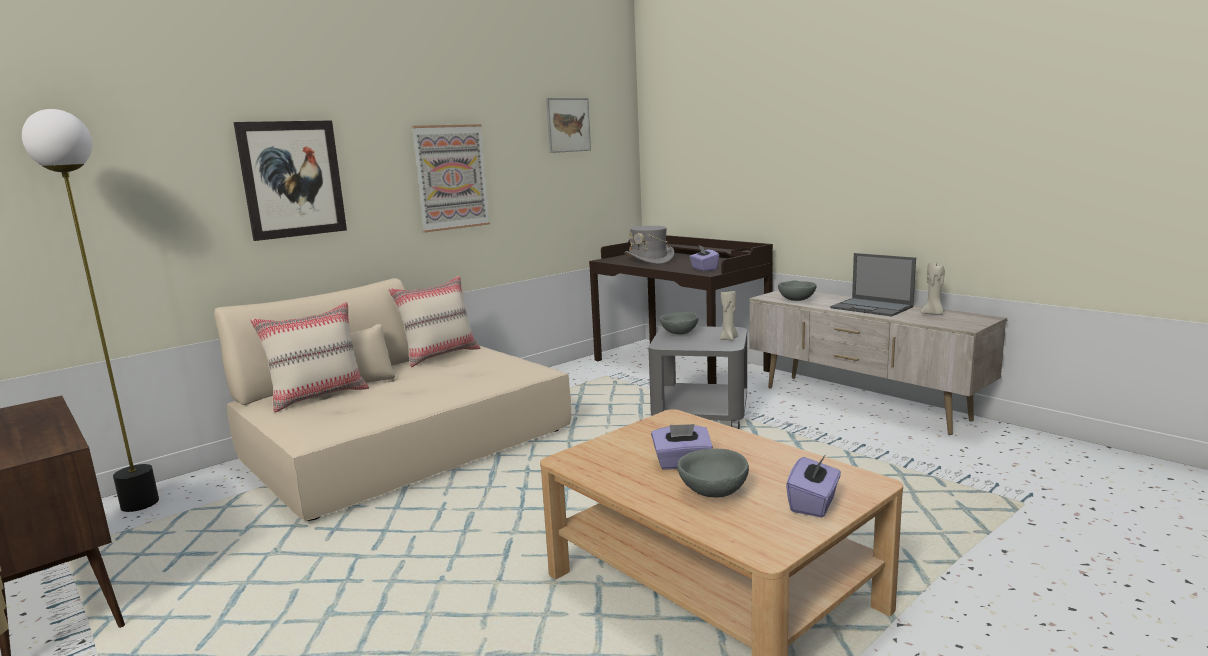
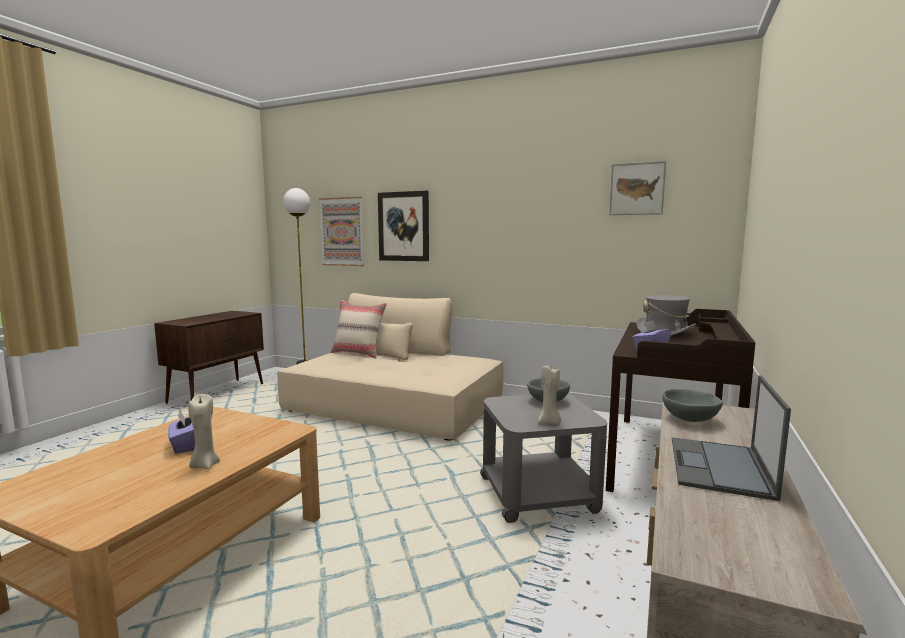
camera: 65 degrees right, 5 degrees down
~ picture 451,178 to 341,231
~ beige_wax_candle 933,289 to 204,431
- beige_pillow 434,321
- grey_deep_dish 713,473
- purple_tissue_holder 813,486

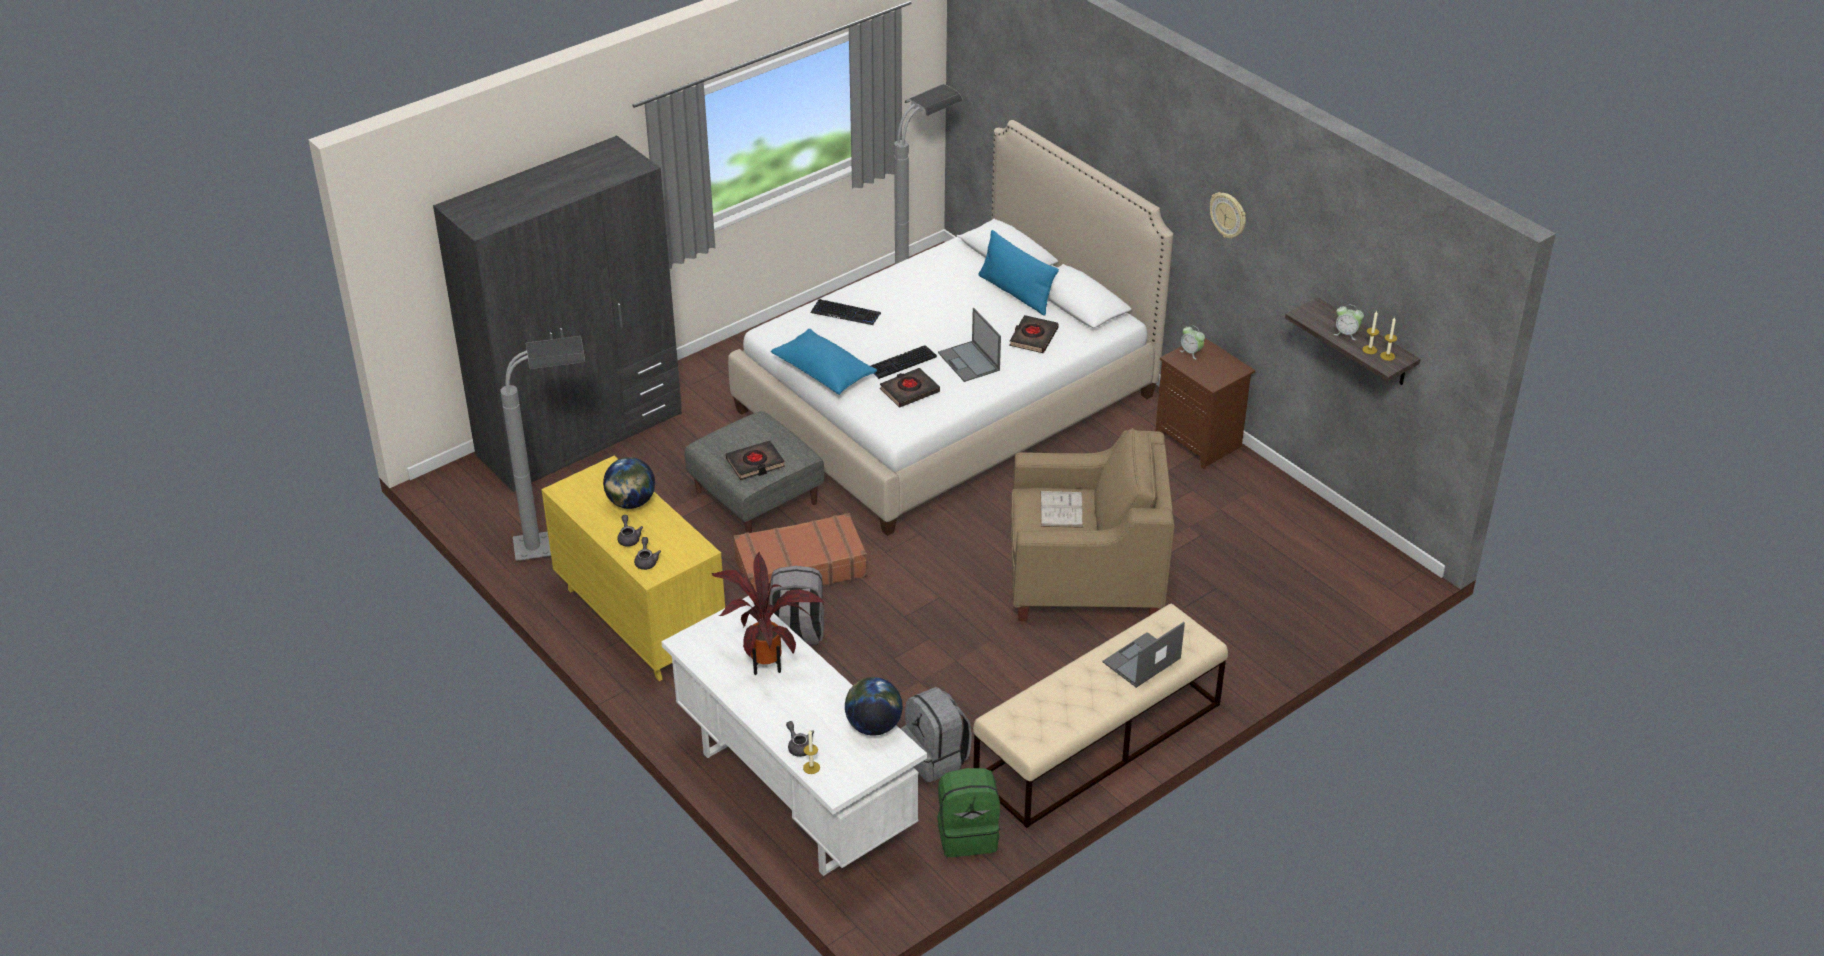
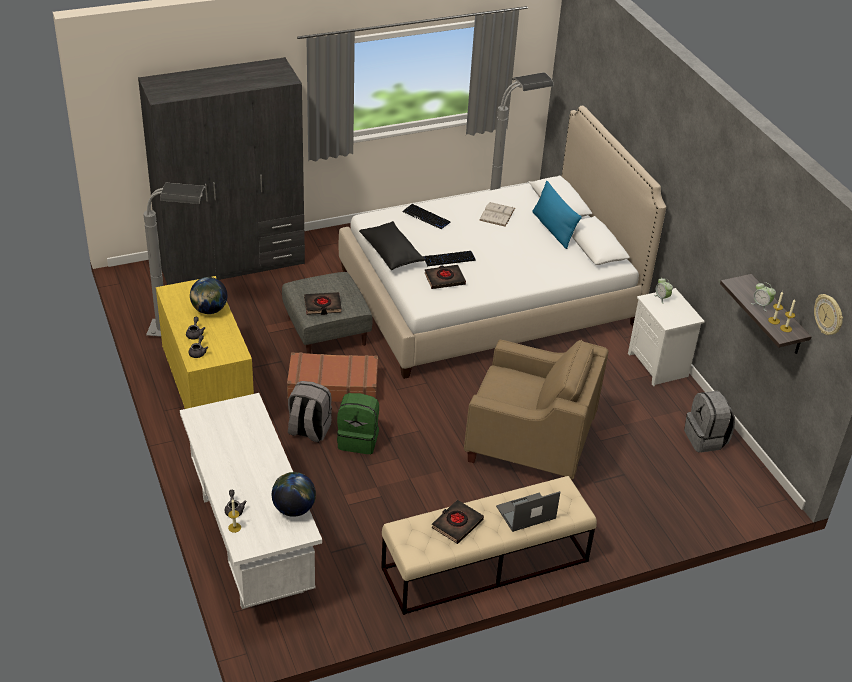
camera: 15 degrees right, 0 degrees up
~ hanging_clock 1228,215 to 828,314
- notebook_computer 969,345
~ black-coloured_book 1034,334 to 457,522
~ blue-coloured_pillow 824,362 to black-coloured_pillow 392,245
~ brownish_bedside_table 1205,403 to white-coloured_bedside_table 666,337
~ white-coloured_book 1061,509 to 497,214
- potted_plant 768,613
~ grey_backpack 936,734 to 709,421
~ green-coloured_backpack 968,812 to 358,423

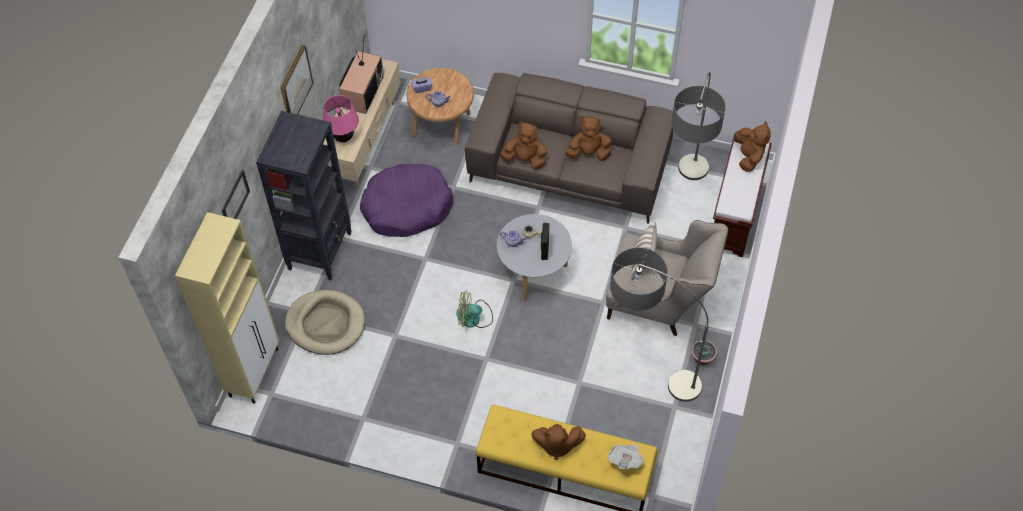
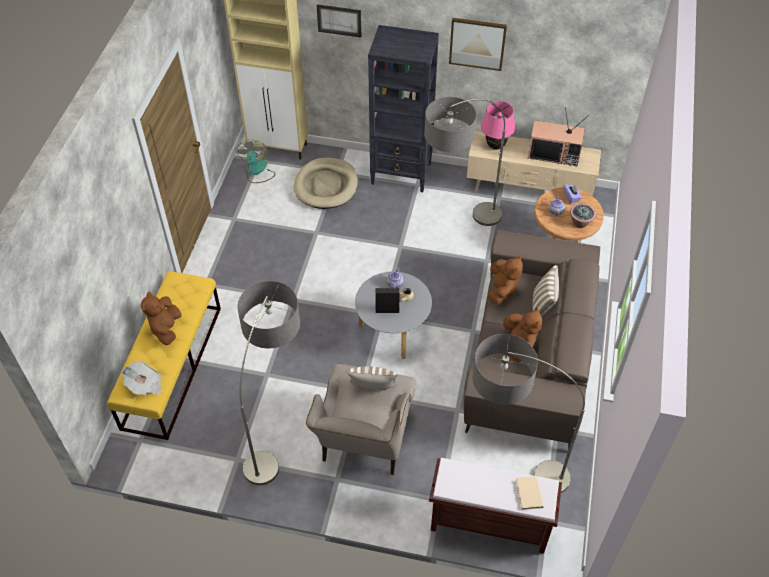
camera: 85 degrees right, 5 degrees down
~ brownish_soft_toy 752,146 to beige_book 529,493
~ purple_pet_bed 406,200 to floor_lamp 465,161
~ cooling_fan 474,309 to 255,161
~ potted_plant 704,352 to 583,215
+ pillow 546,291

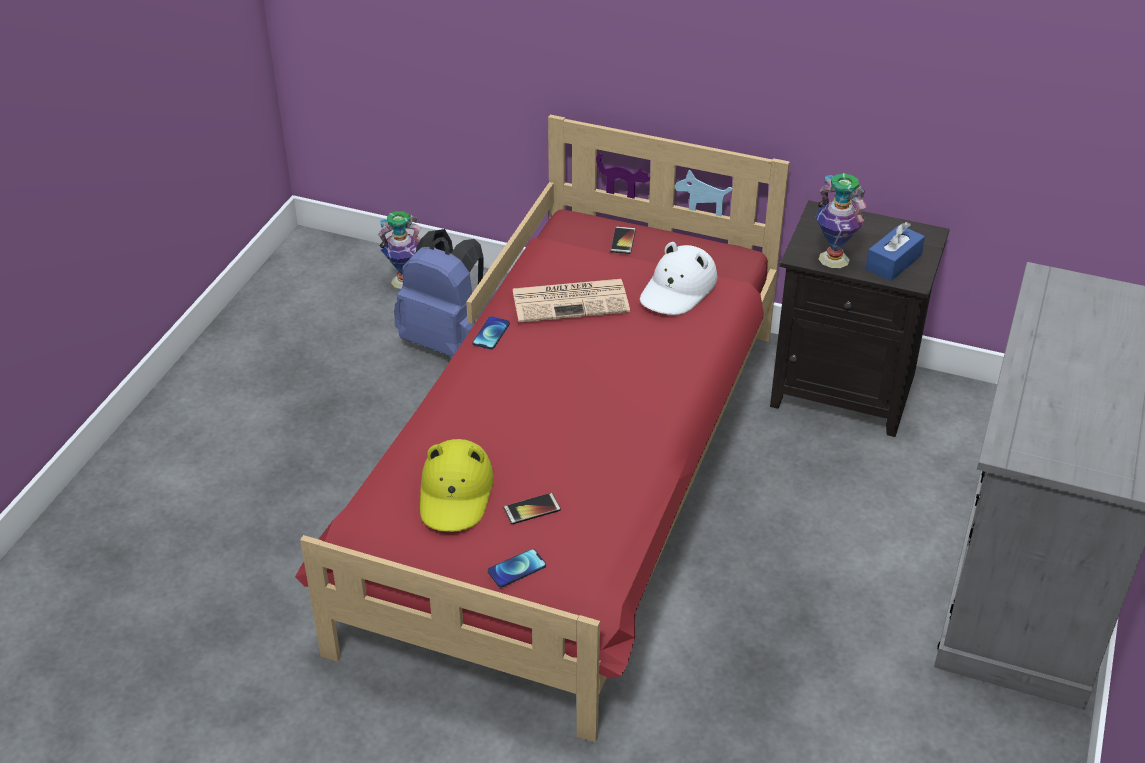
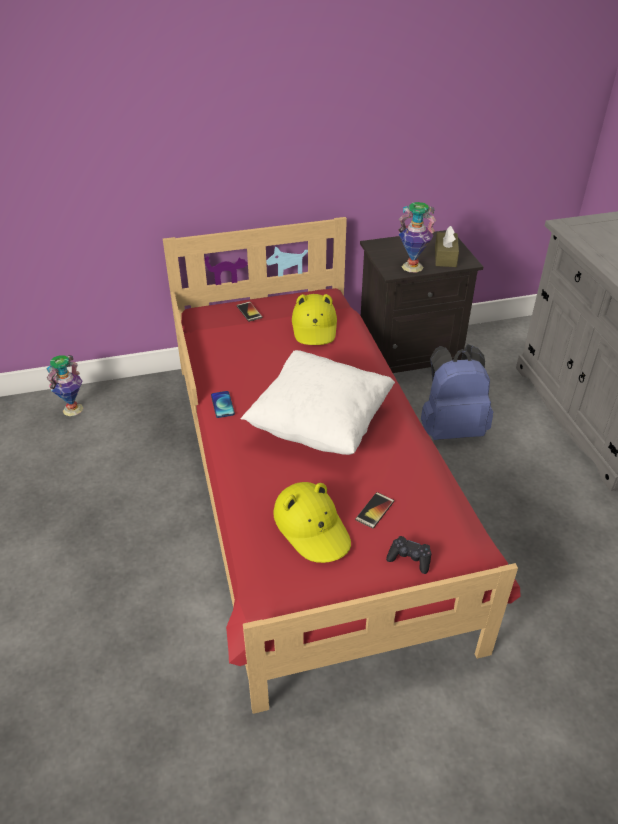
camera: 35 degrees left, 0 degrees up
~ blue-coloured_tissue_holder 895,251 to brownish_tissue_holder 447,246
~ blue-coloured_backpack 439,293 to 457,392
~ white-coloured_clothing_hat 678,278 to yellow_clothing_hat 314,319
- printed_paper 571,300
~ telephone 517,568 to black-coloured_game_controller 408,555
+ white-coloured_pillow 318,402

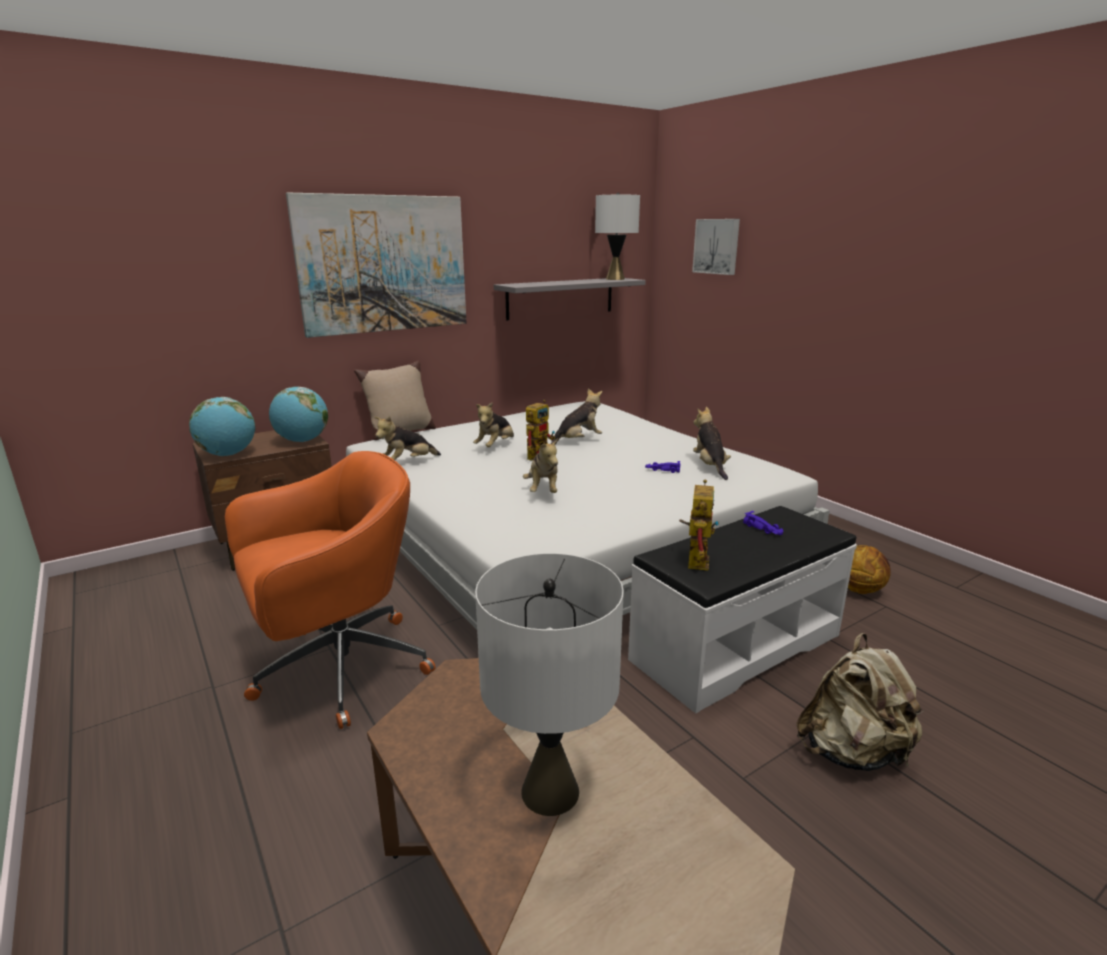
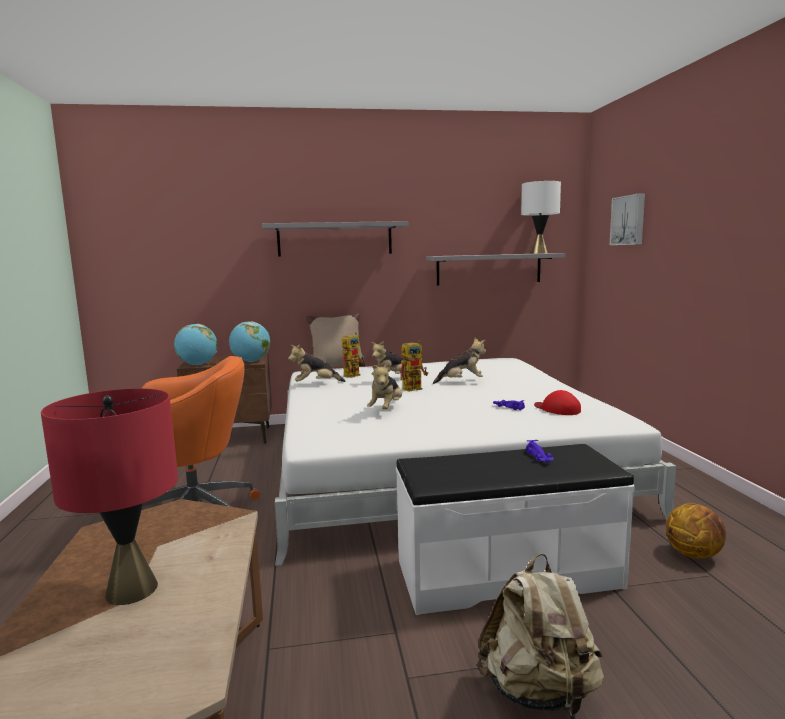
camera: 25 degrees right, 10 degrees down
~ picture 376,265 to grey_bracket_shelf 335,238
~ soft_toy 712,443 to red_cap 557,402
~ model_robot 698,525 to 353,355
~ white-coloured_lamp_for_a_table 549,684 to red_lamp_for_a_table 109,496

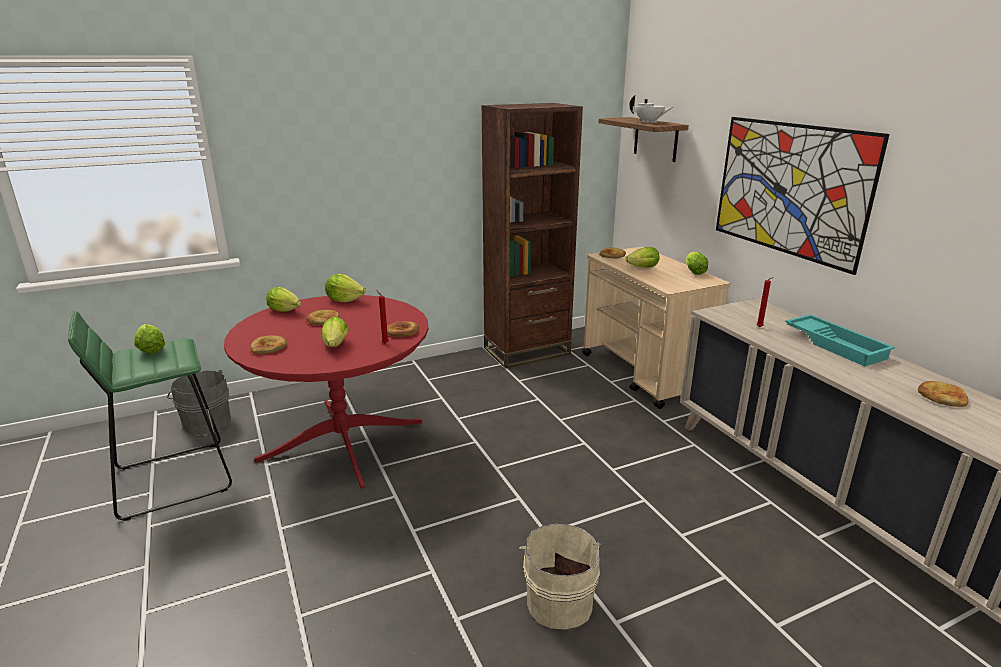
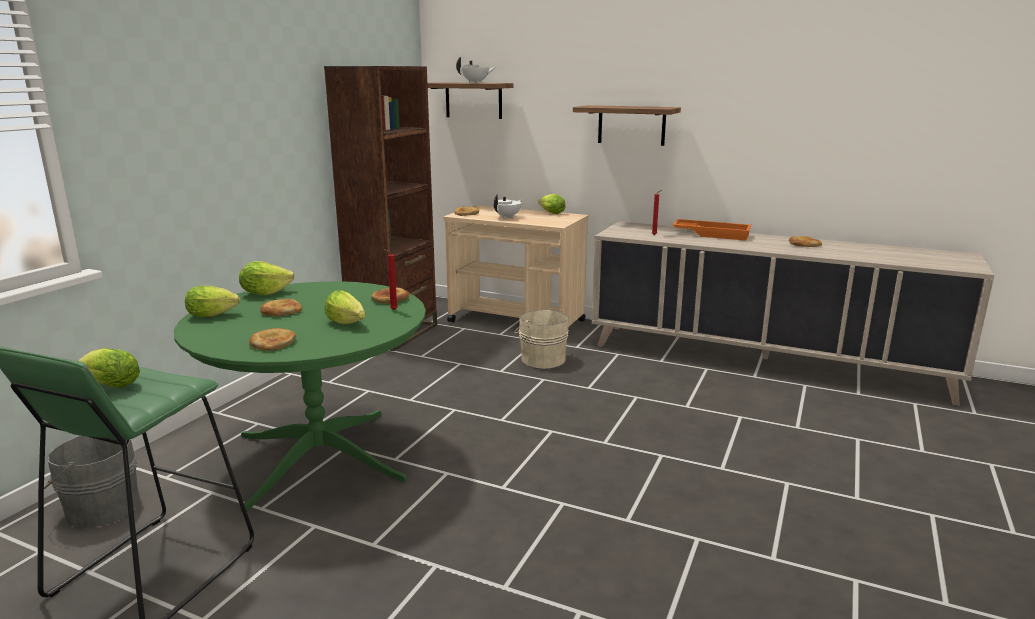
camera: 40 degrees left, 5 degrees down
~ picture 803,196 to bracket_shelf 627,125
~ lettuce_head 642,257 to white-coloured_pot_for_tea 507,206
~ red_dinner_table 326,392 to green-coloured_dinner_table 300,396
~ blue-green_carrying_tray 840,340 to orange-coloured_carrying_tray 712,230
~ beige_water_bucket 560,576 to 541,339

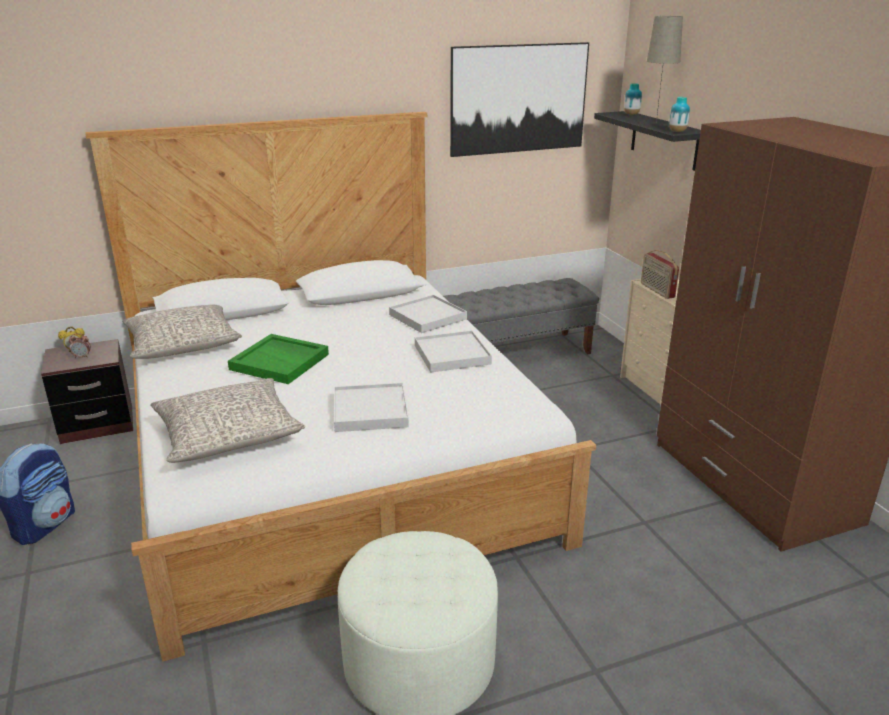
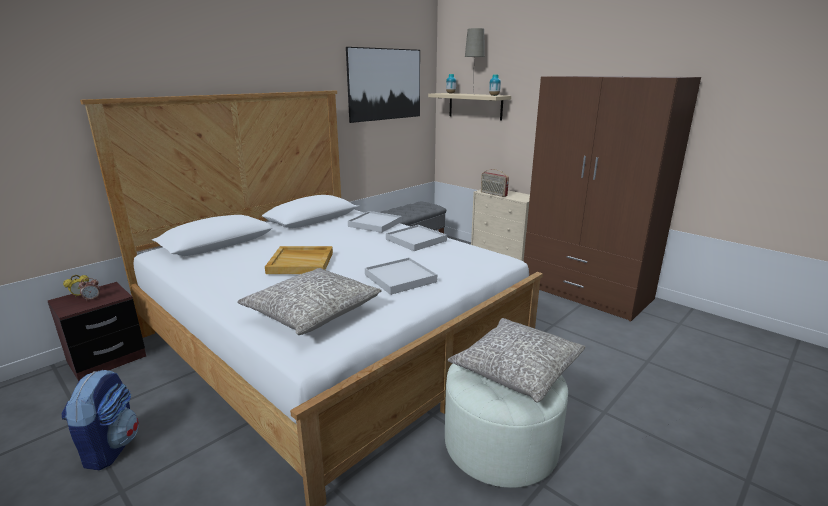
camera: 25 degrees left, 5 degrees down
~ black-coloured_bracket_shelf 647,141 to beige_bracket_shelf 469,107
~ grey_pillow 182,332 to 516,360
~ green-coloured_carrying_tray 278,359 to beige_carrying_tray 299,260

